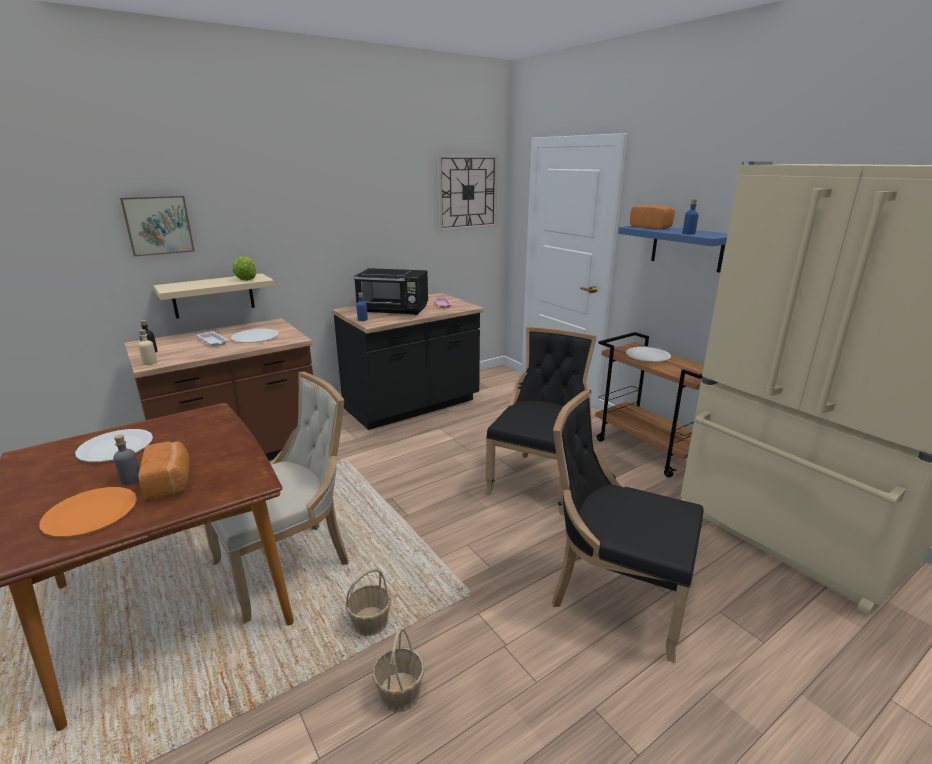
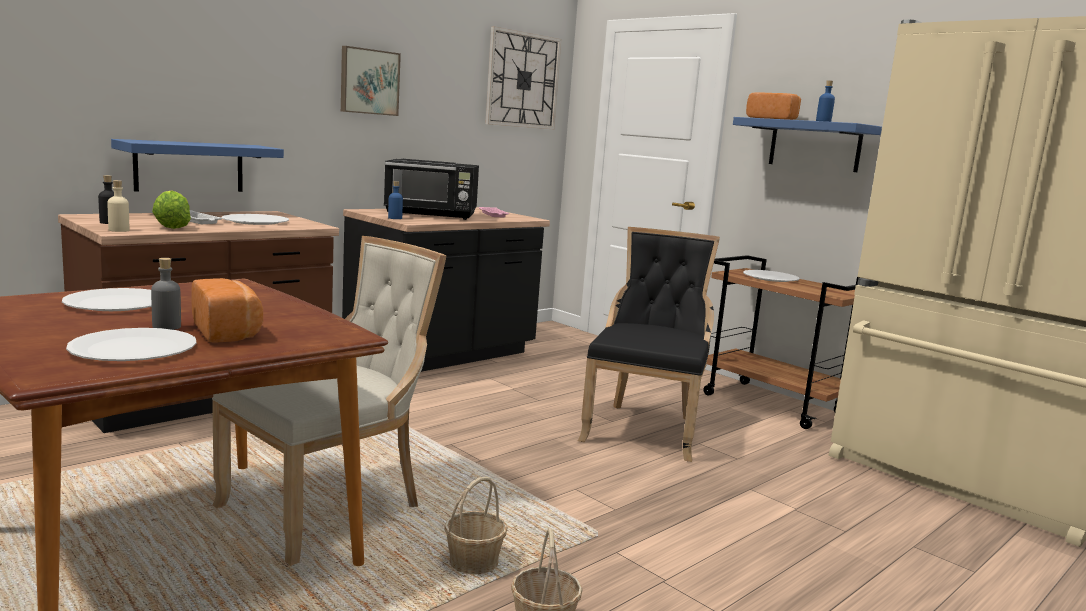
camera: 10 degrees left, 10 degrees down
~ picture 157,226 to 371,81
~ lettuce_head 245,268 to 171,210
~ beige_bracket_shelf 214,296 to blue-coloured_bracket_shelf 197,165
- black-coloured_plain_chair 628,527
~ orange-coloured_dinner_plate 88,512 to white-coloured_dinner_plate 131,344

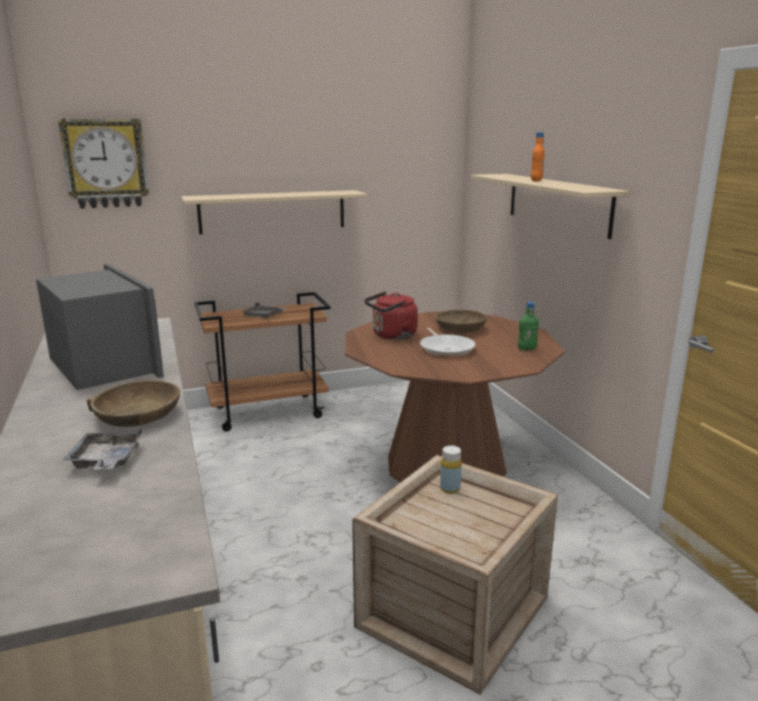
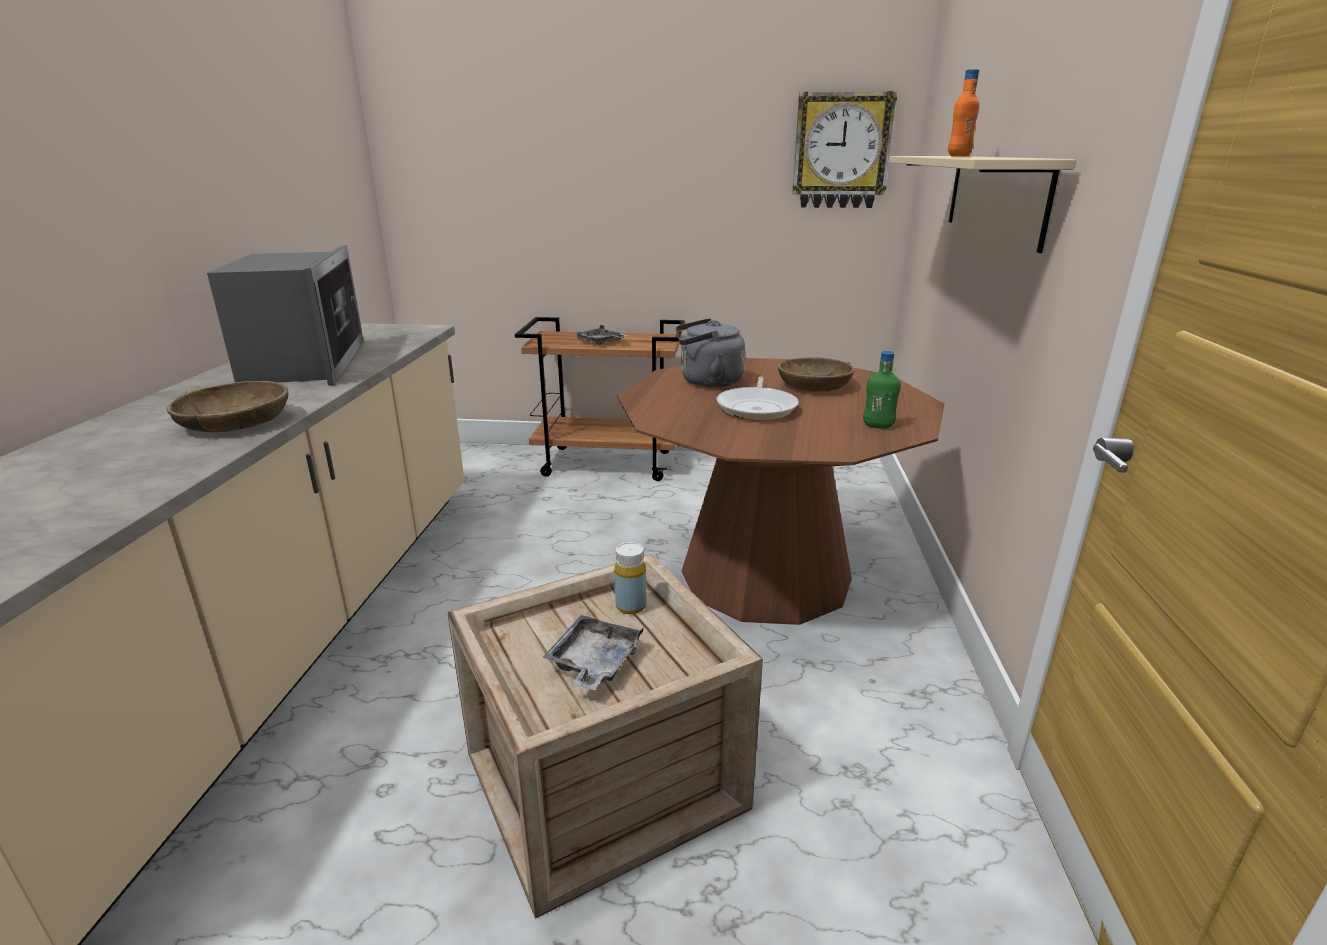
camera: 25 degrees right, 5 degrees up
~ hanging_clock 103,164 to 844,149
- beige_bracket_shelf 274,212
~ red_kettle 391,315 to grey_kettle 710,352
~ grey_carrying_tray 102,449 to 593,652

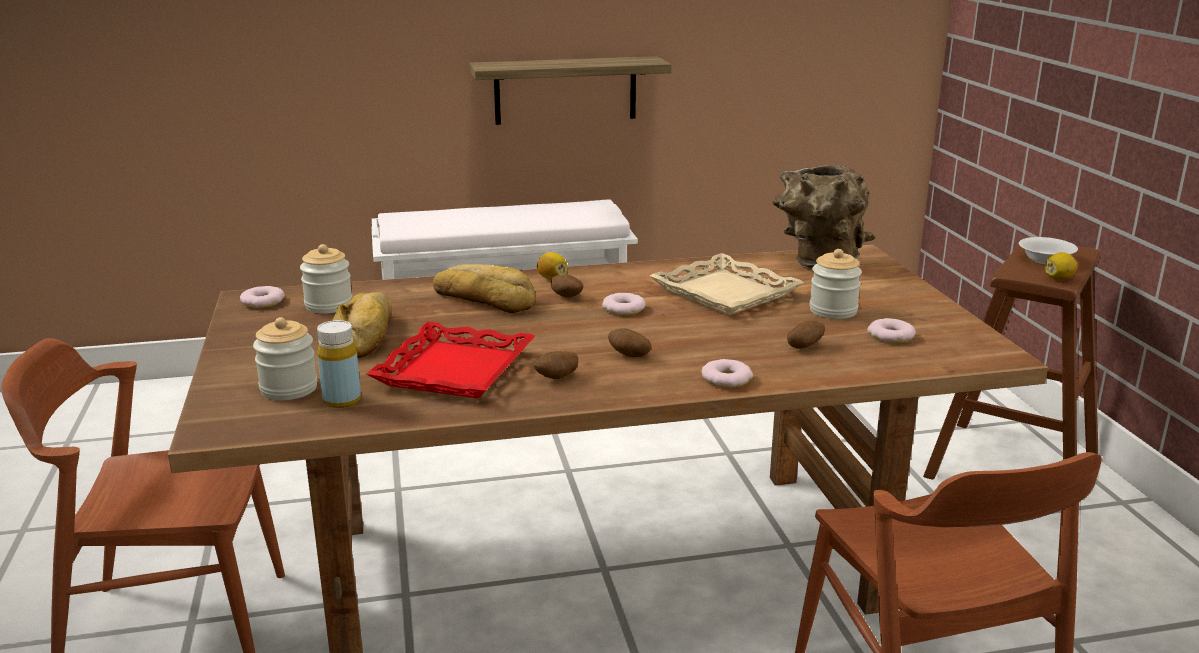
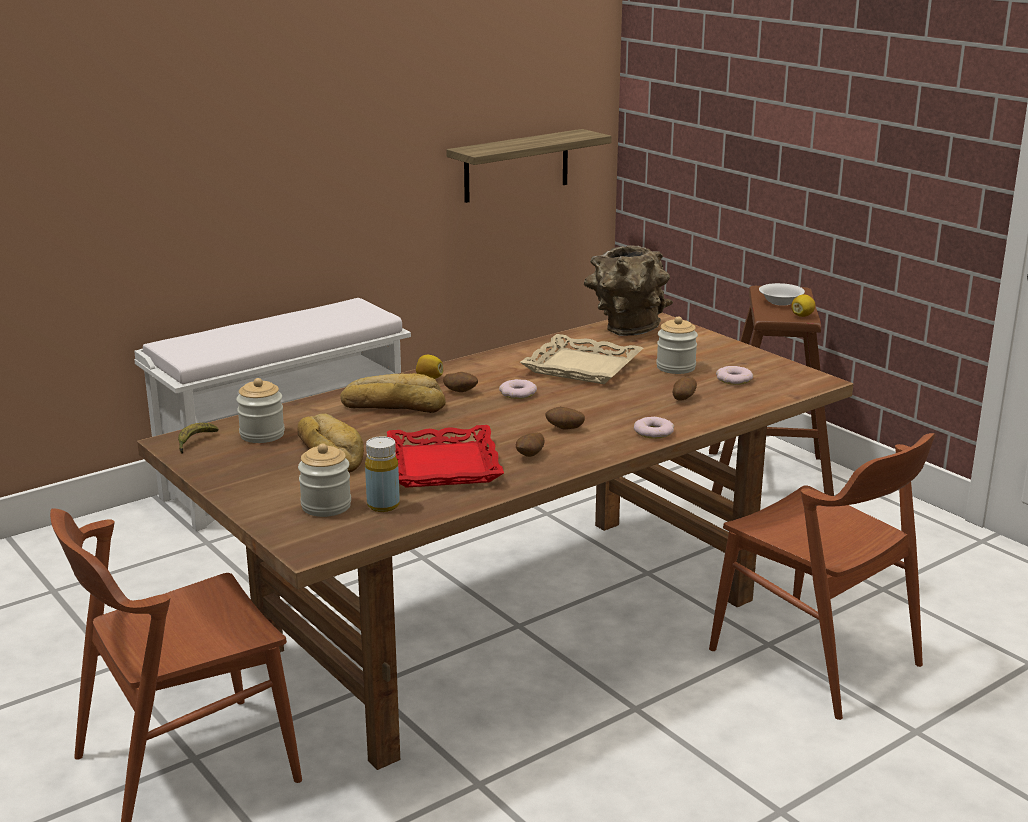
camera: 25 degrees left, 0 degrees up
~ bracket_shelf 571,90 to 529,166
~ donut 262,297 to banana 198,438

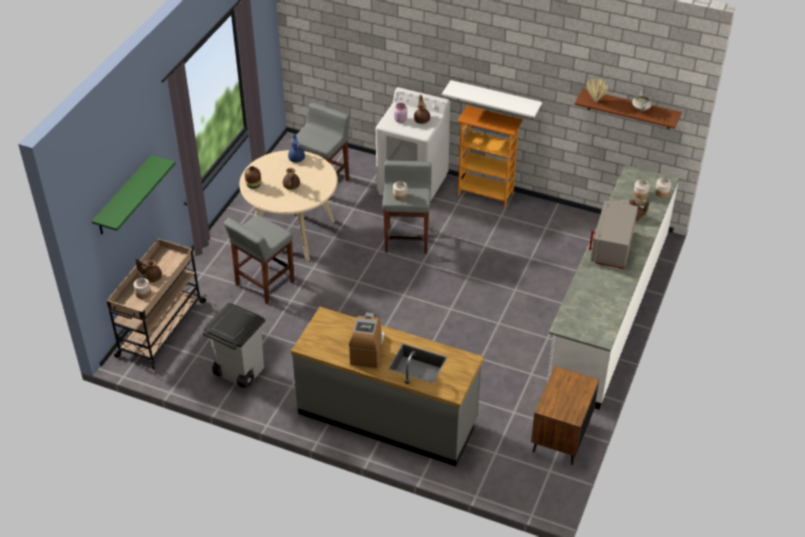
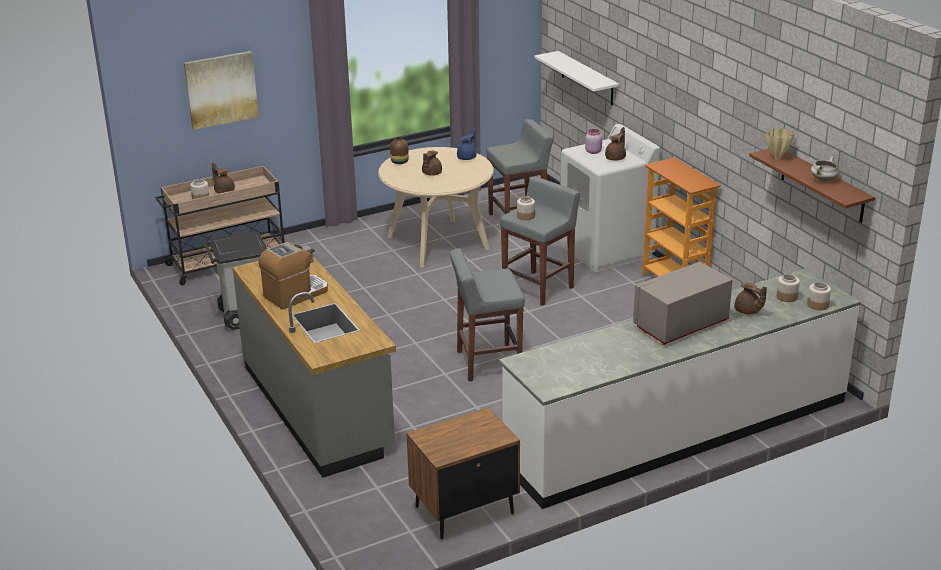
camera: 40 degrees right, 15 degrees down
~ white-coloured_bracket_shelf 492,99 to 576,78
~ green-coloured_bracket_shelf 134,194 to picture 221,90
~ grey_sitting_stool 259,259 to 487,314

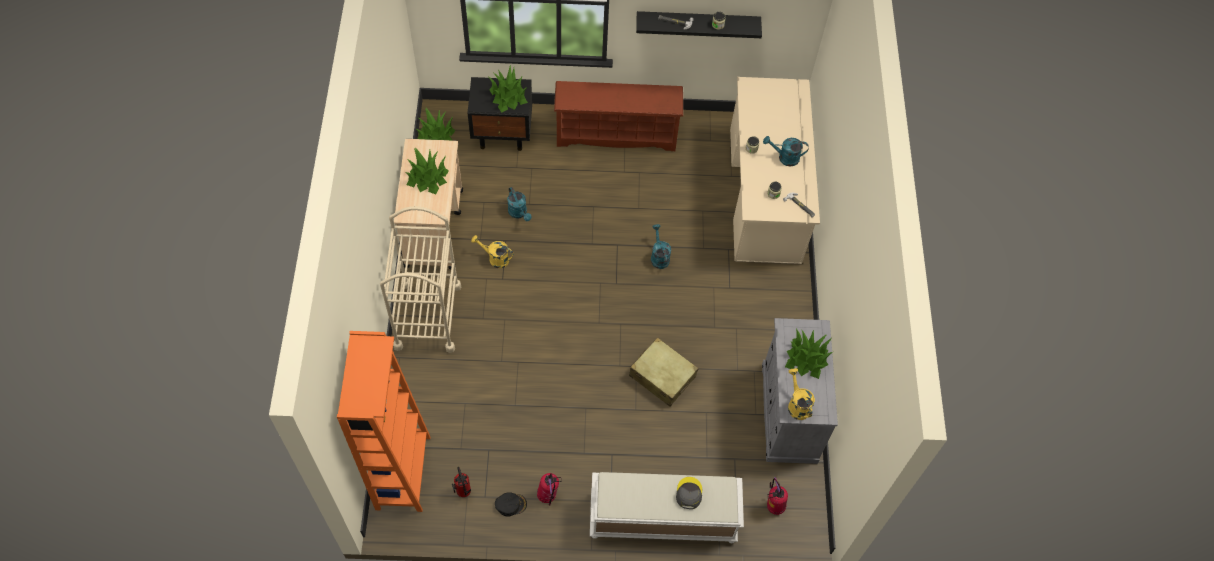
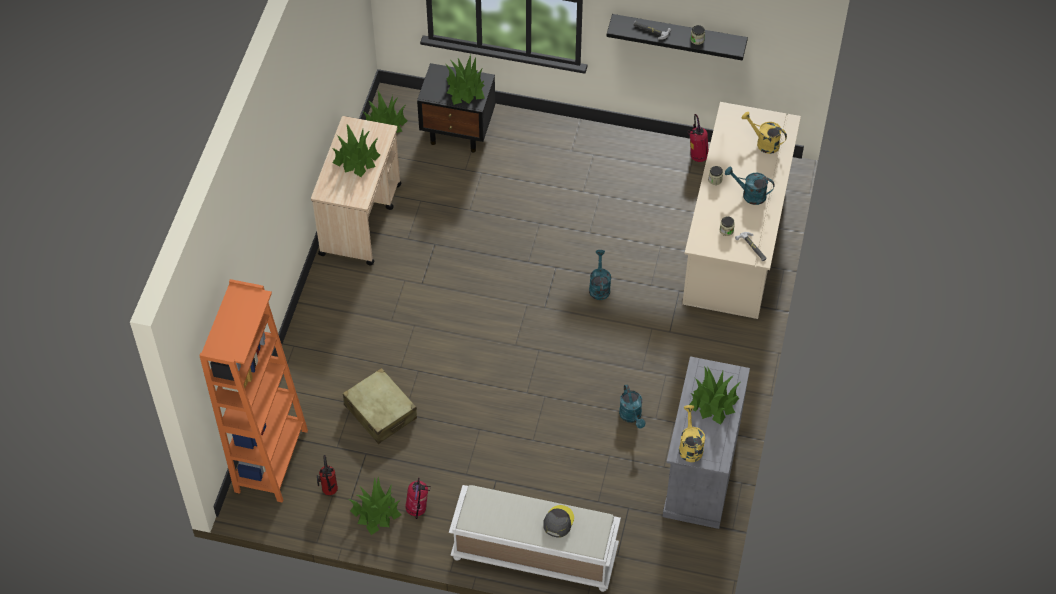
camera: 15 degrees right, 5 degrees down
- brownish_shoe_rack 618,116
~ blue-green_sprinkling_can 519,204 to 632,406
- beige_wheeled_cart 420,279
~ yellow_sprinkling_can 492,251 to 764,133
~ beige_piece_of_luggage 664,372 to 380,406
~ extinguisher 777,496 to 699,138
~ black-coloured_cap 511,504 to potted_plant 375,506

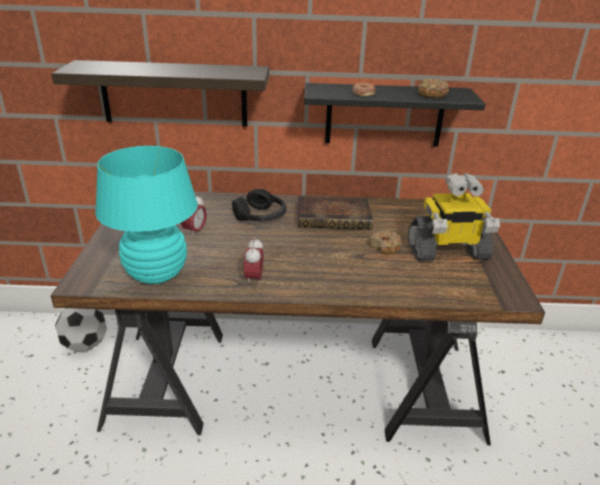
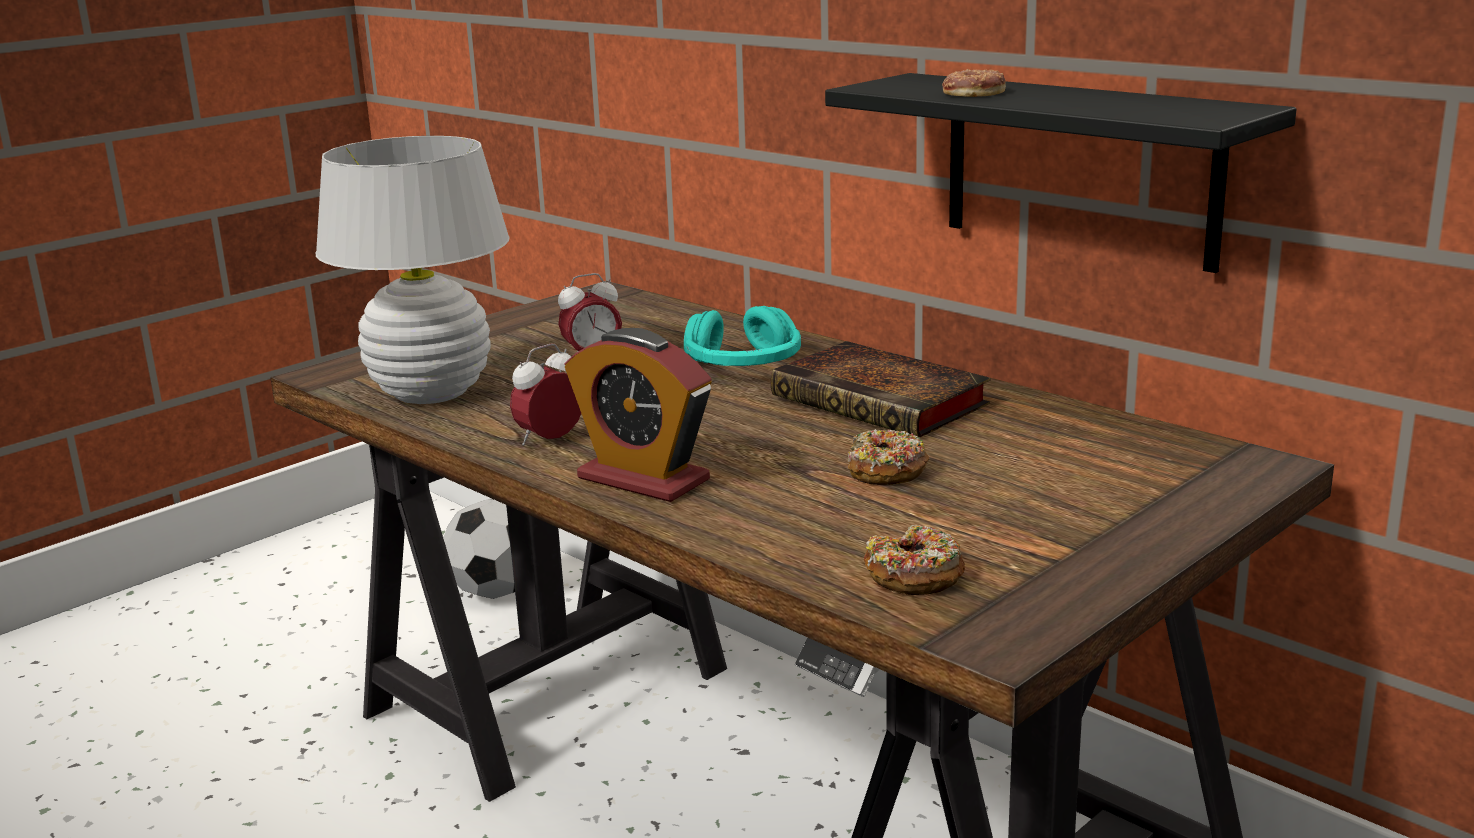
camera: 45 degrees right, 10 degrees down
- bracket_shelf 160,93
~ donut 433,88 to 914,560
~ blue-green_lamp_for_a_table 146,215 to white-coloured_lamp_for_a_table 413,270
- model_robot 454,217
~ black-coloured_headset 259,205 to blue-green_headset 742,336
+ table_clock 638,415

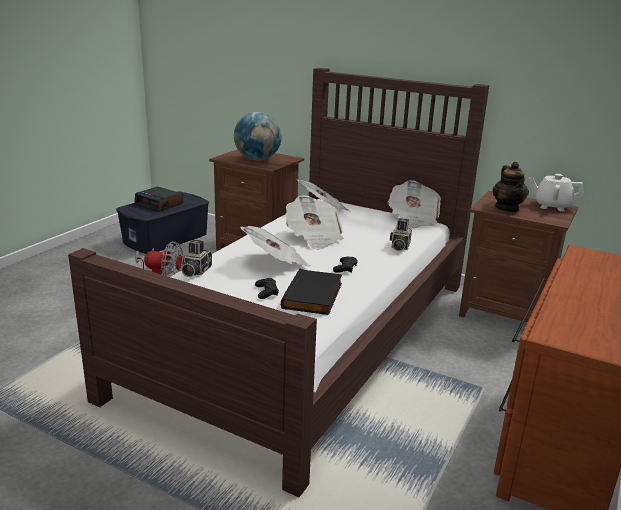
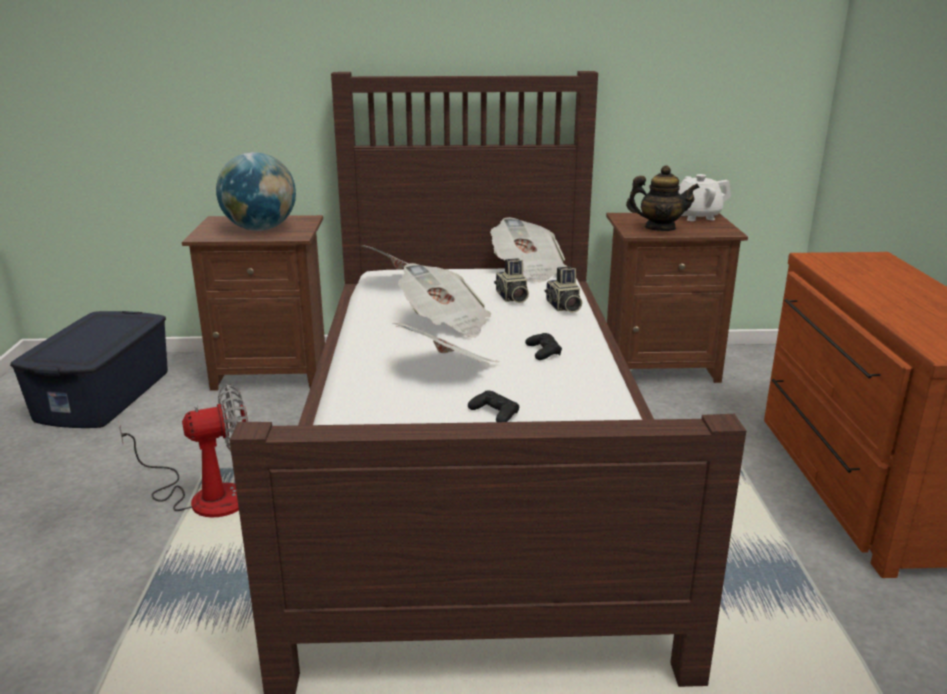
camera: 30 degrees left, 0 degrees up
~ pot_for_tea 510,187 = 663,198 45 degrees counterclockwise
- table_clock 158,199
~ photo_camera 196,258 to 511,280
- black-coloured_book 311,292

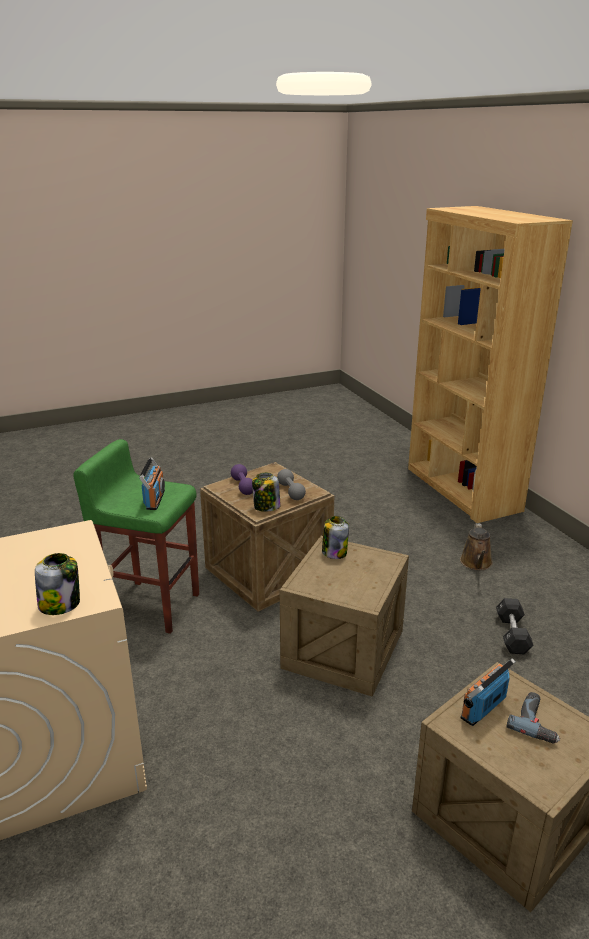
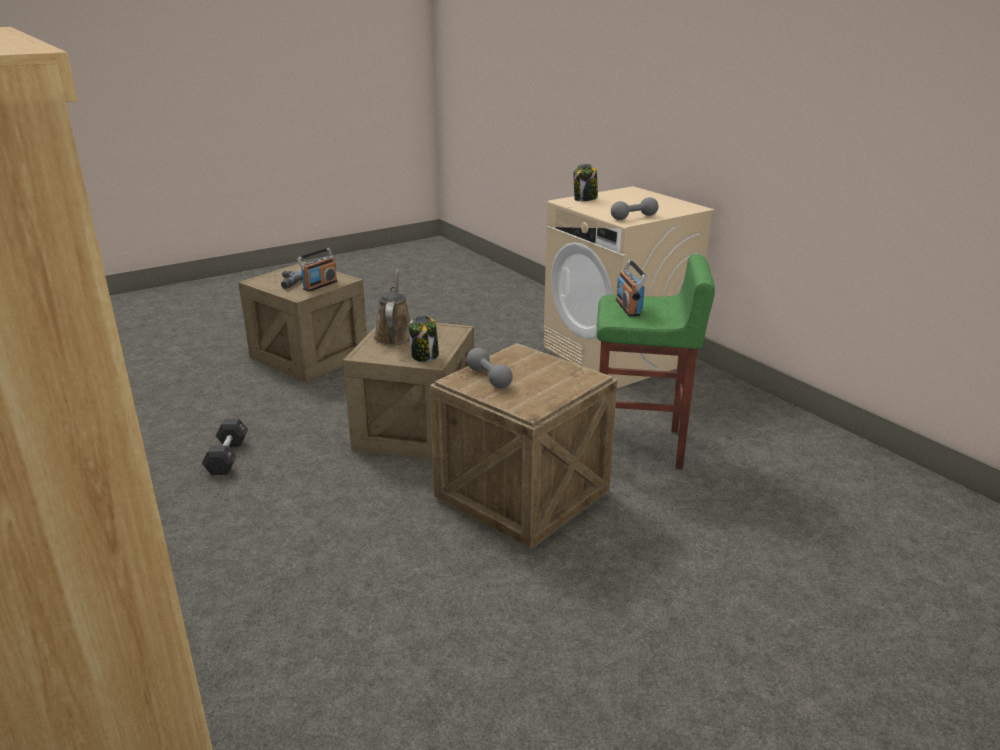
camera: 170 degrees right, 0 degrees up
- purple_free_weight 242,479
- storage_jar 266,492
~ brownish_sprinkling_can 476,546 to 391,307
+ grey_free_weight 634,208

